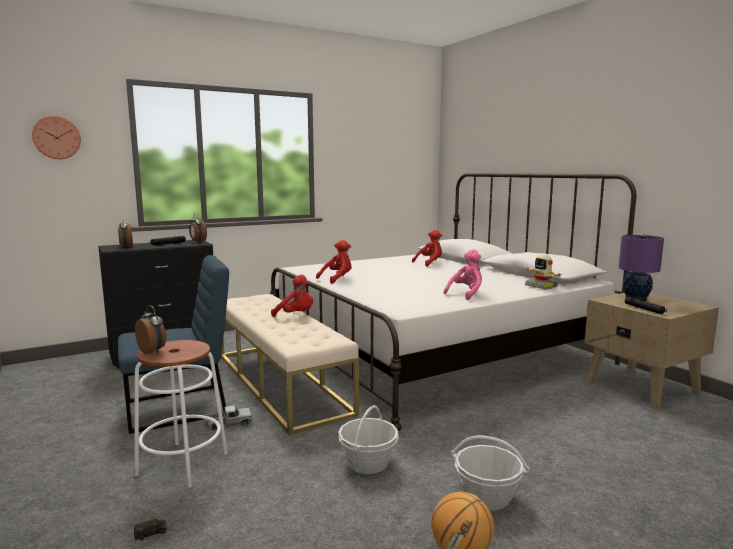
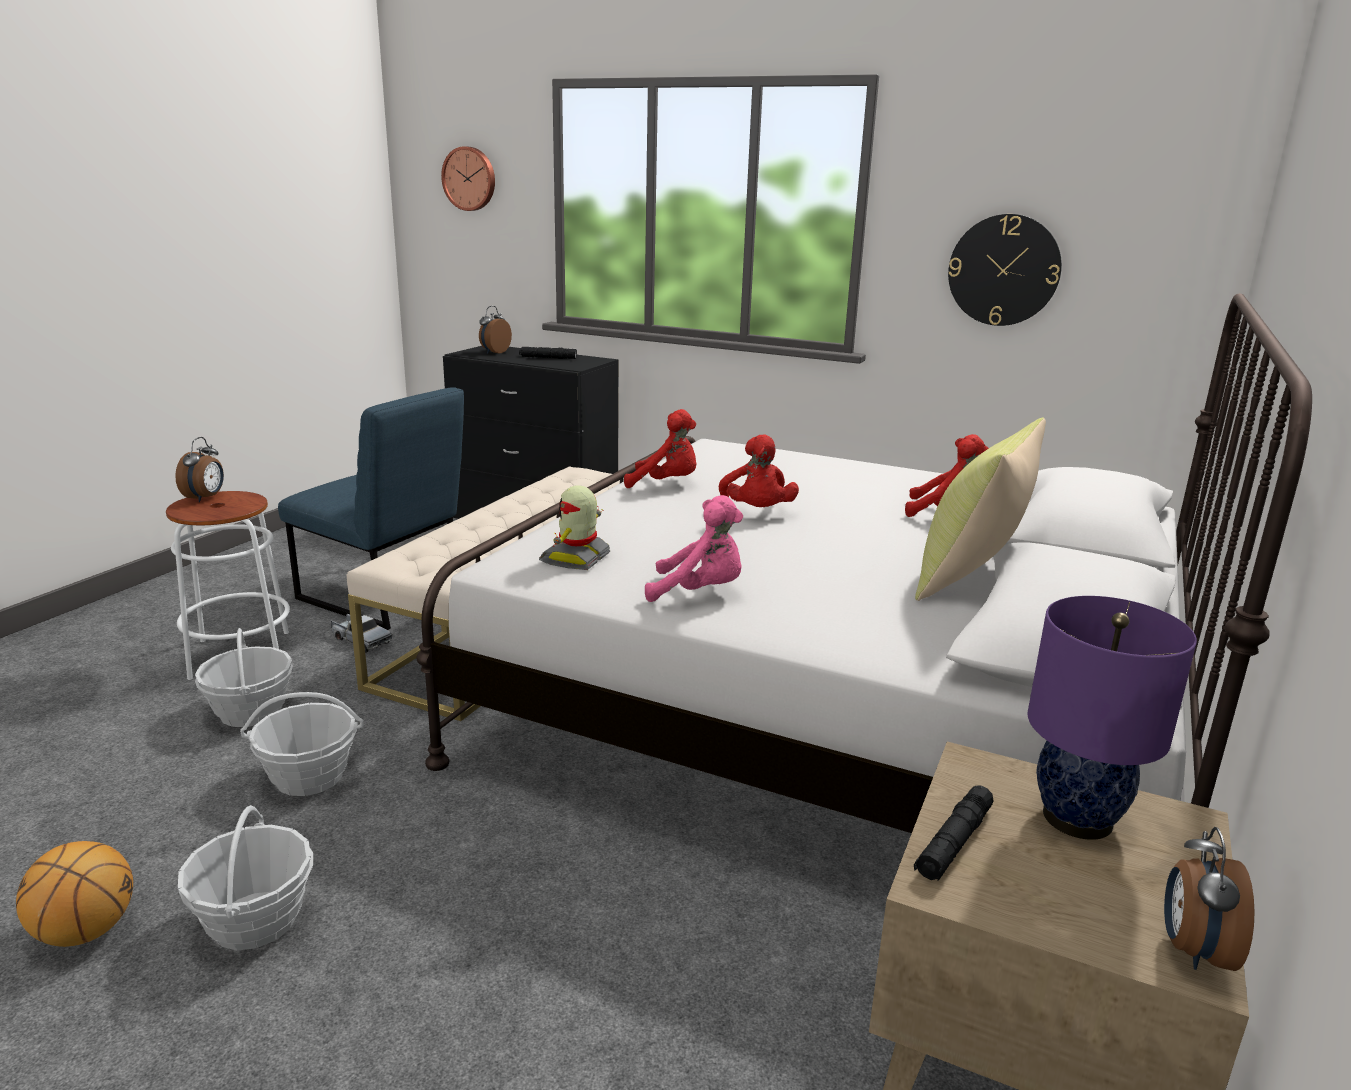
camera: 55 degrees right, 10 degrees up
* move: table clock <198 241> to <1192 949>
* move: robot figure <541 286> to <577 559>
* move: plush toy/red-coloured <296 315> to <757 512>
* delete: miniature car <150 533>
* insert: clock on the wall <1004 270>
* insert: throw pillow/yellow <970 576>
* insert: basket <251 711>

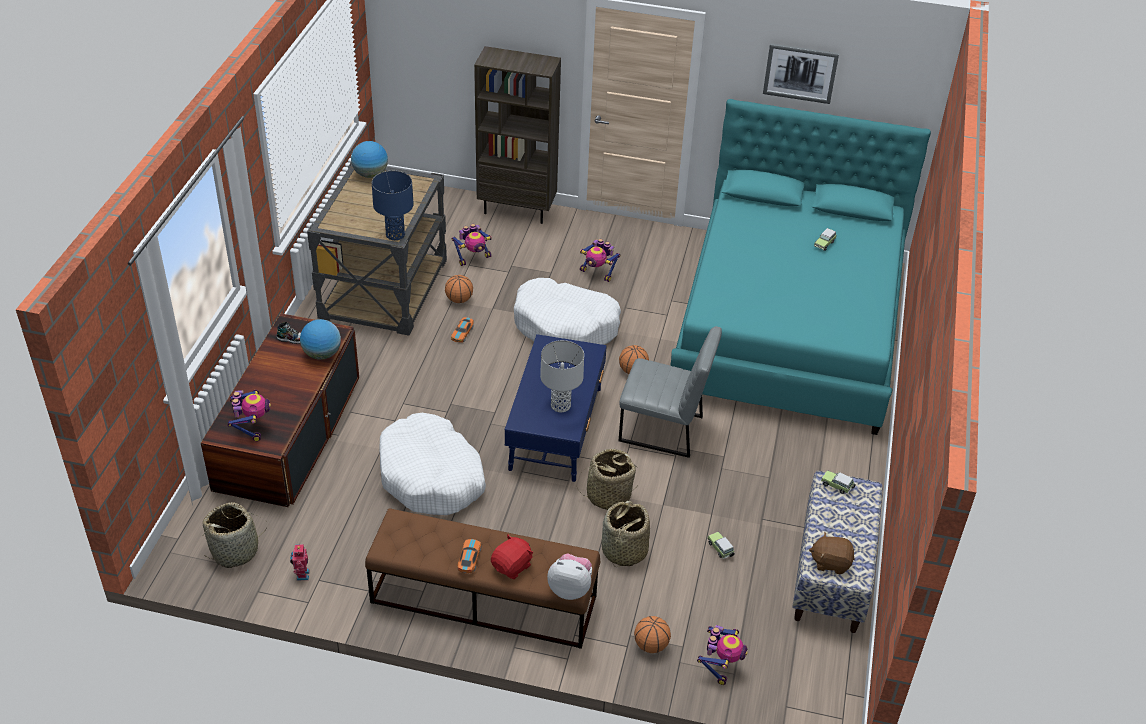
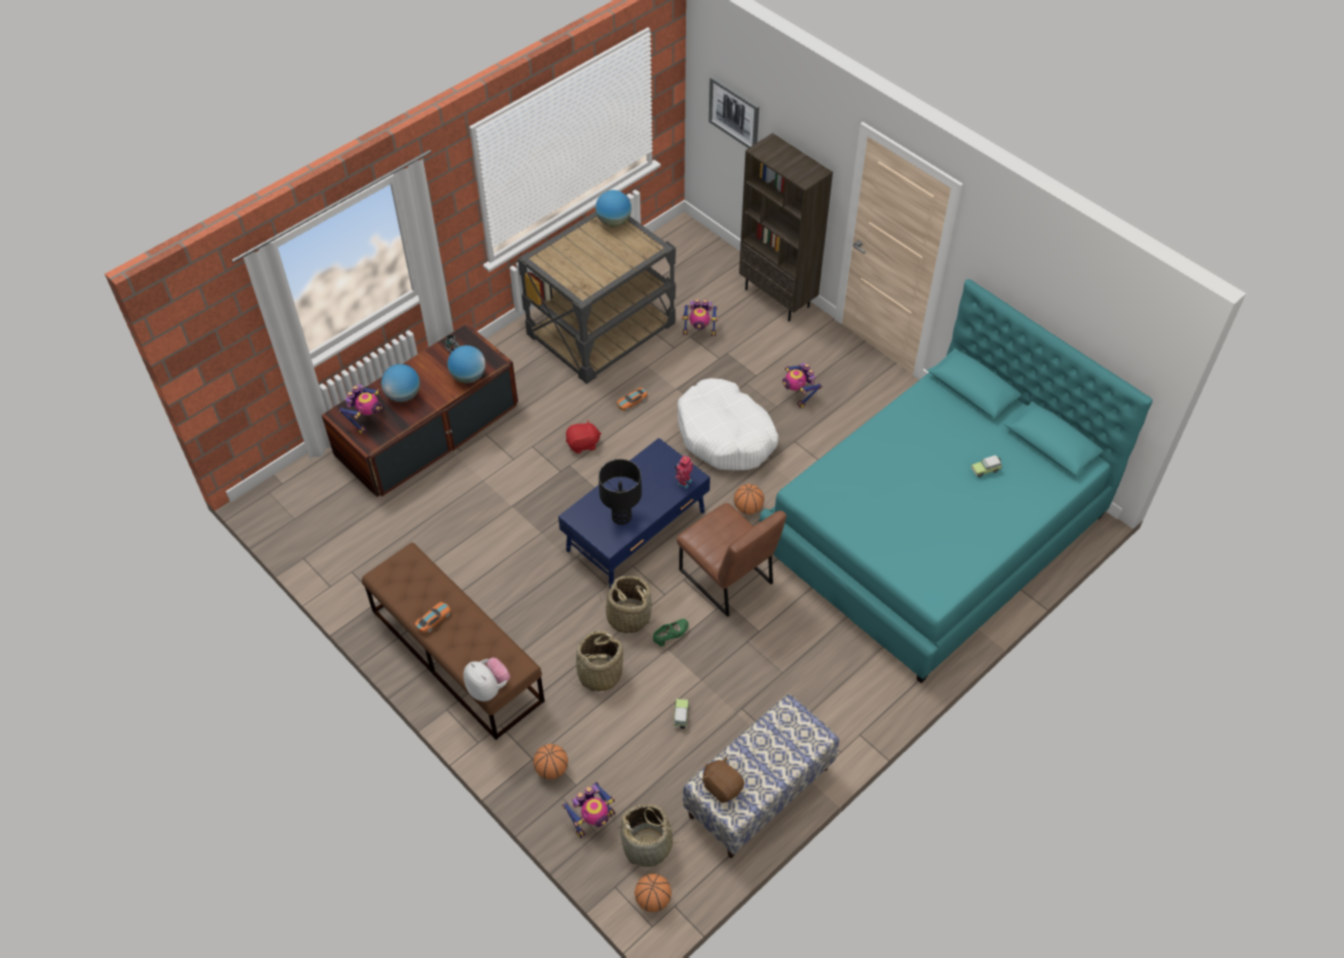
camera: 35 degrees right, 10 degrees up
* move: picture <800 73> to <734 113>
* delete: table lamp/blue <395 234>
* move: ball for basketball <459 299> to <653 899>
* recolor: plain chair/grey <663 430> to plain chair/brown-coloured <727 578>
* recolor: table lamp/white <560 405> to table lamp/black-coloured <622 516>
* delete: dog cushion/white <431 476>
* delete: miniature car <837 486>
* move: basket <235 551> to <647 846>
* move: plush toy/red-coloured <512 566> to <583 444>
* move: robot figure <301 575> to <683 482>
* insert: world globe <403 395>
* insert: low shoe/green <671 636>

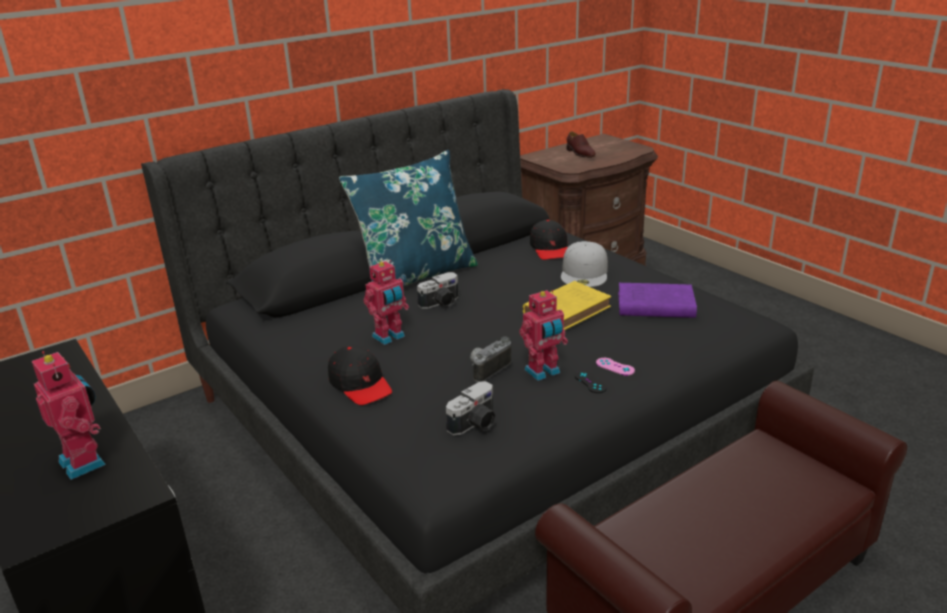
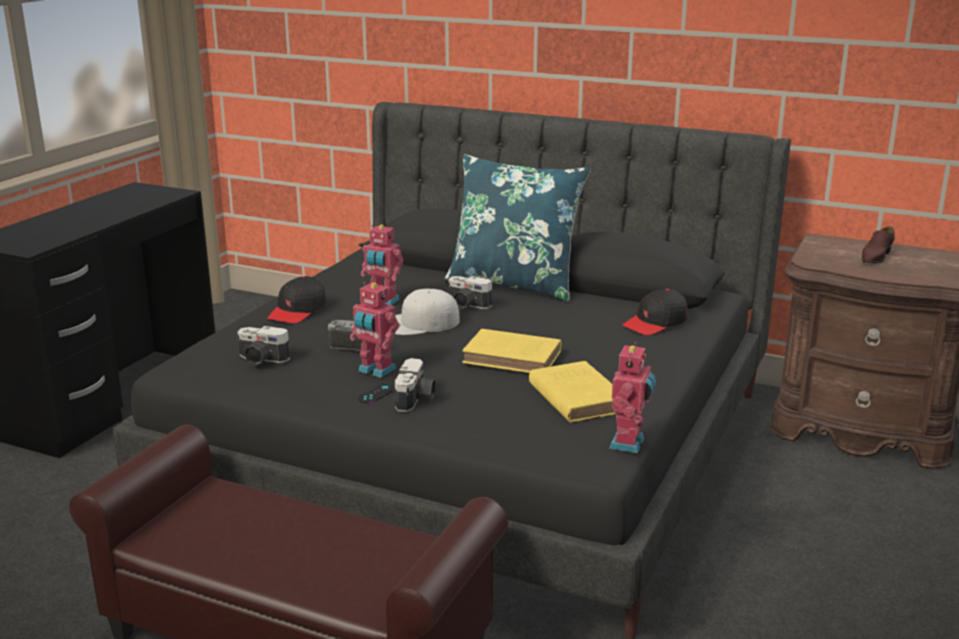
camera: 60 degrees right, 5 degrees down
* move: cap/white <585 273> to <420 323>
* recolor: bound book/purple-coloured <653 305> to bound book/yellow <575 396>
* move: robot figure <85 461> to <629 443>
* replace: gamepad/pinkish <615 367> to photo camera <416 400>

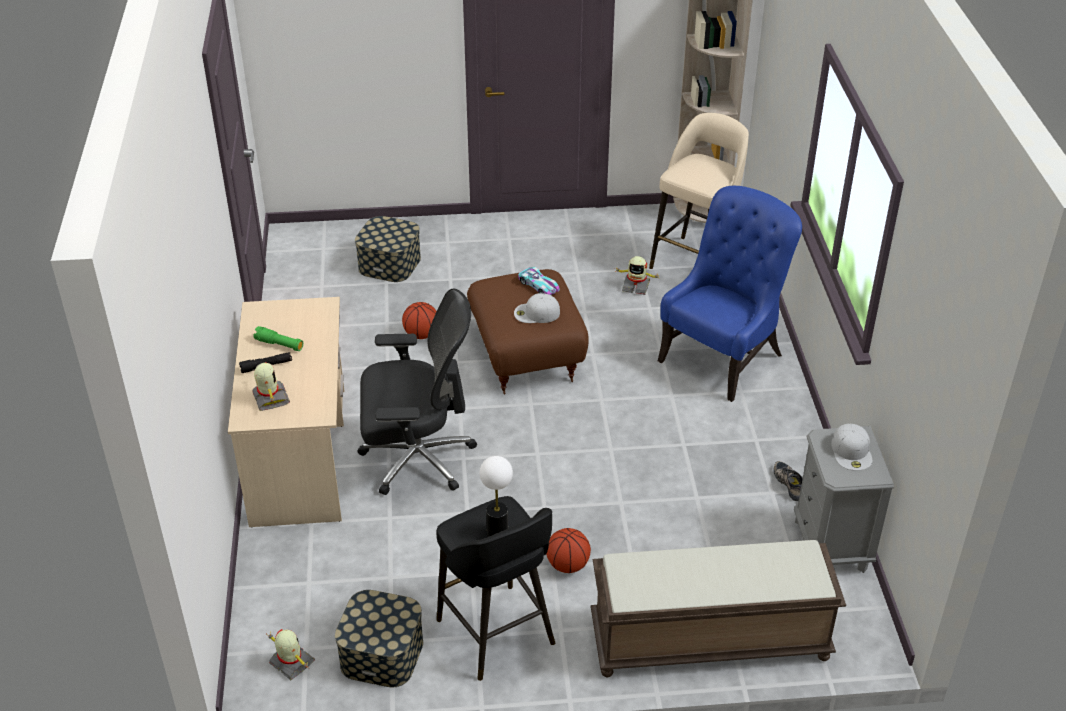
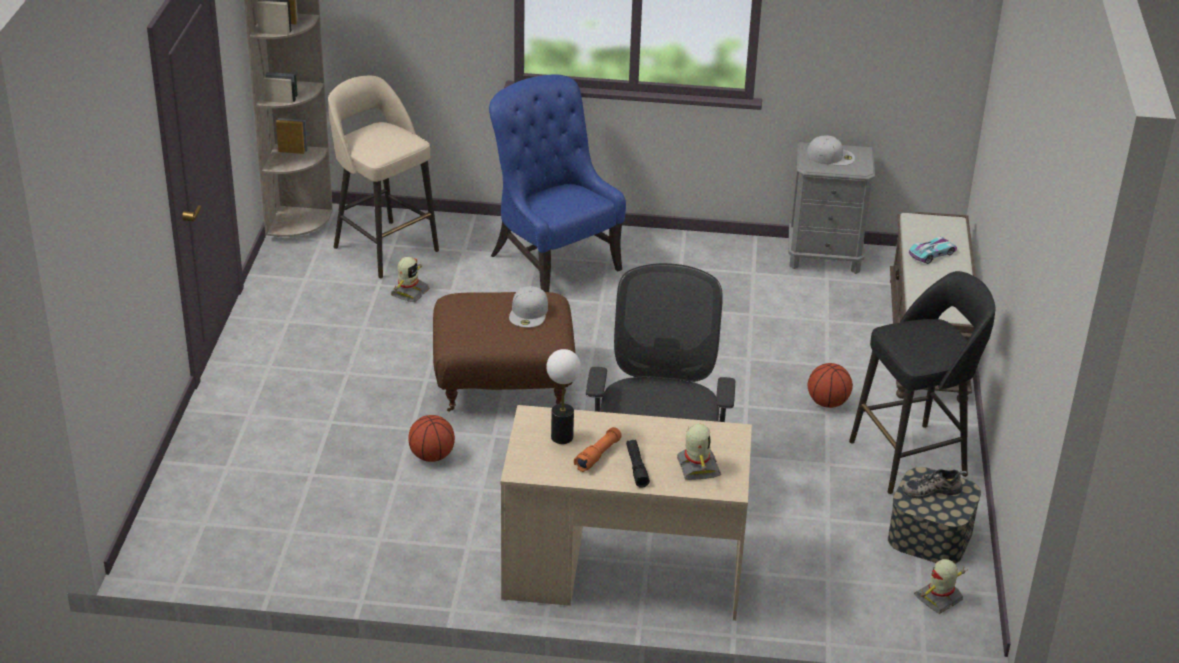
camera: 80 degrees left, 5 degrees down
* delete: storage box <389 263>
* move: miniature car <538 285> to <932 254>
* recolor: hand torch/green <279 344> to hand torch/orangey <598 455>
* rotate: robot figure <270 399> = <697 468> 90 degrees clockwise
* move: table lamp <497 532> to <562 437>
* move: low shoe <790 484> to <932 489>

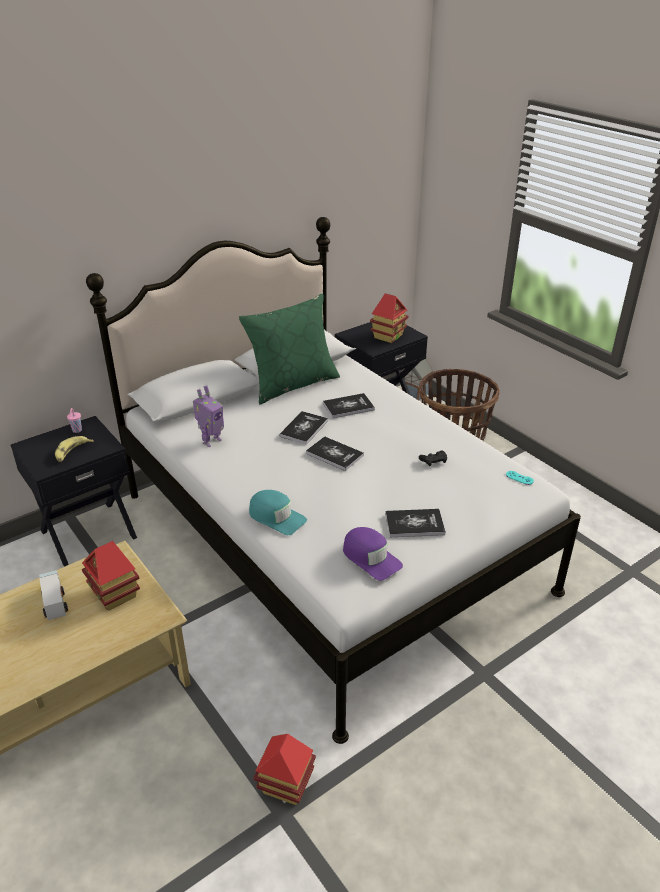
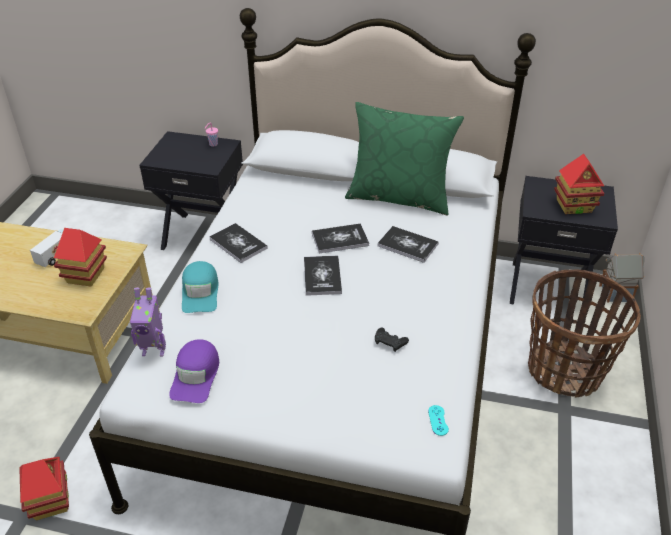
camera: 50 degrees right, 5 degrees up
* move: robot figure <211 441> to <154 350>
* delete: whole banana <72 452>
* move: bound book <414 524> to <238 244>

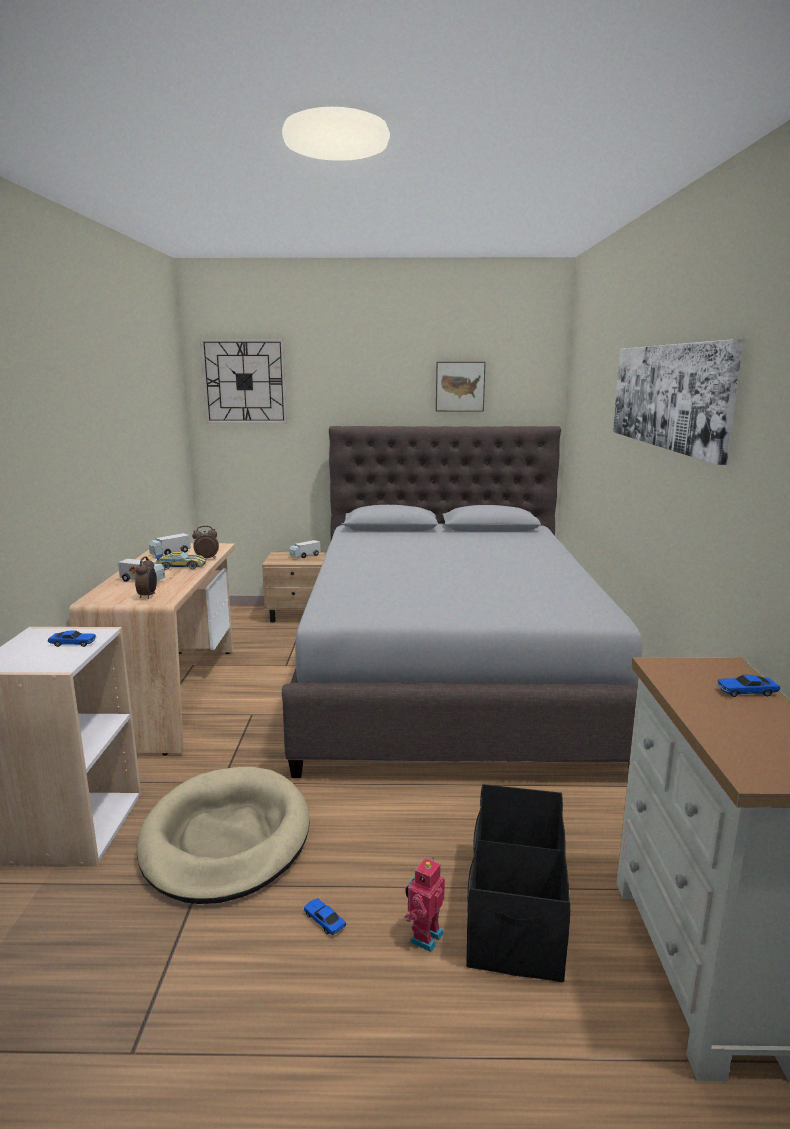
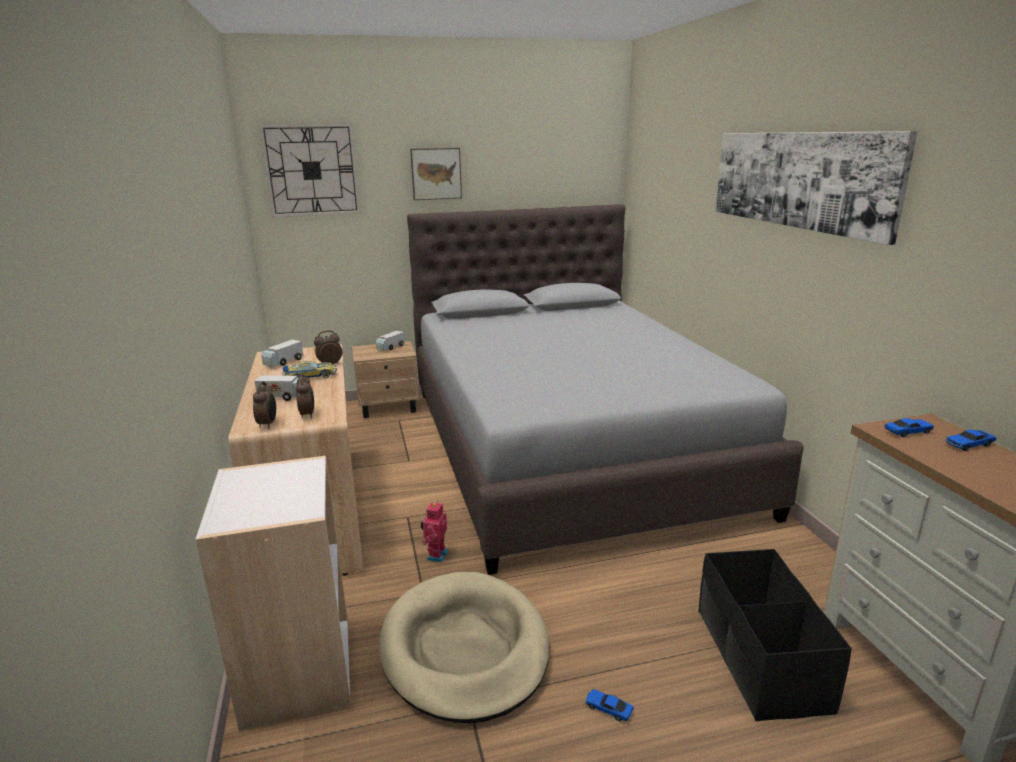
camera: 15 degrees left, 5 degrees up
* move: picture <460 386> to <436 173>
* move: miniature car <73 643> to <908 432>
* move: robot figure <424 936> to <436 555>
* insert: table clock <268 424>

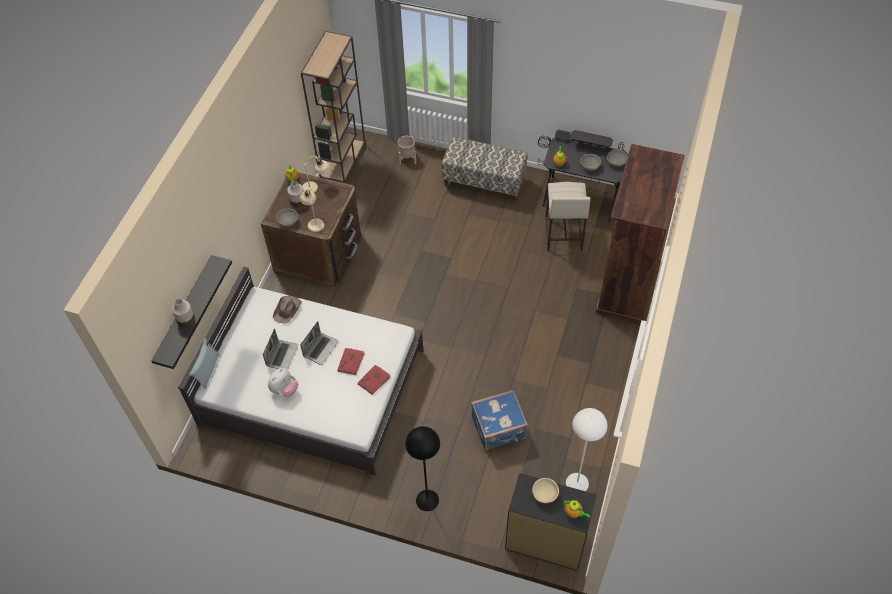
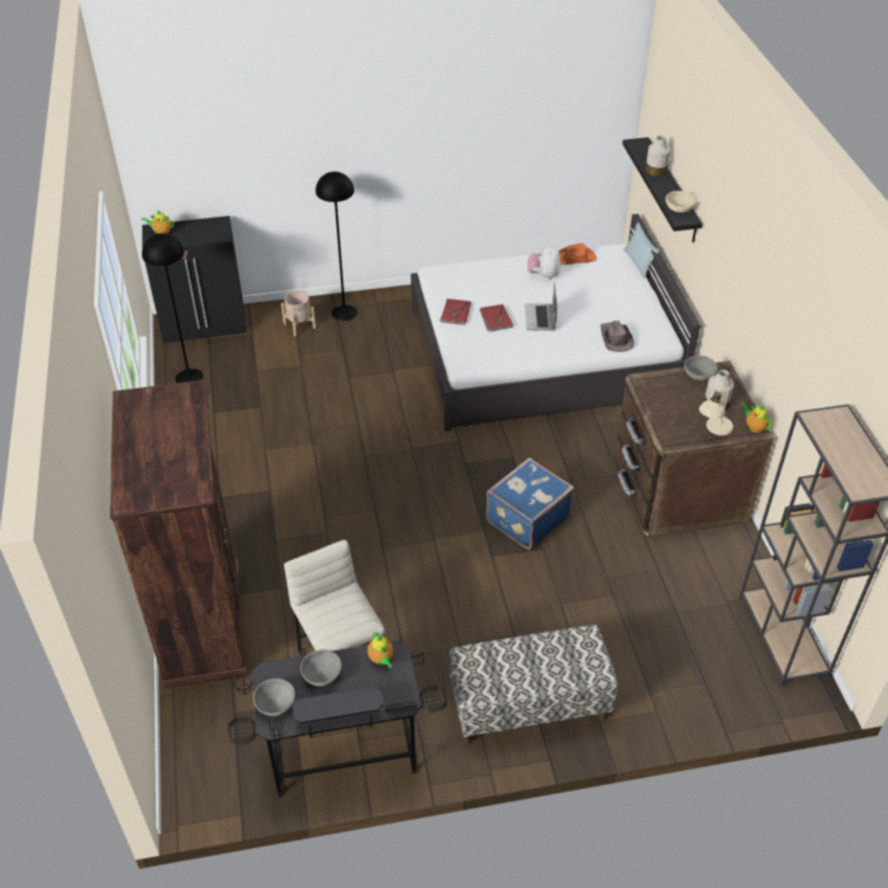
camera: 150 degrees right, 10 degrees down
* move: planter/sand-coloured <407 158> to <300 325>
* delete: table lamp/sand-coloured <313 220>
* delete: notebook computer <282 355>
* move: travel case/blue <499 429> to <526 518>
* recolor: standard lamp/white <577 483> to standard lamp/black-coloured <189 377>
* move: bowl/sand-coloured <544 494> to <679 209>
* insert: clothing hat/orangey <575 258>

